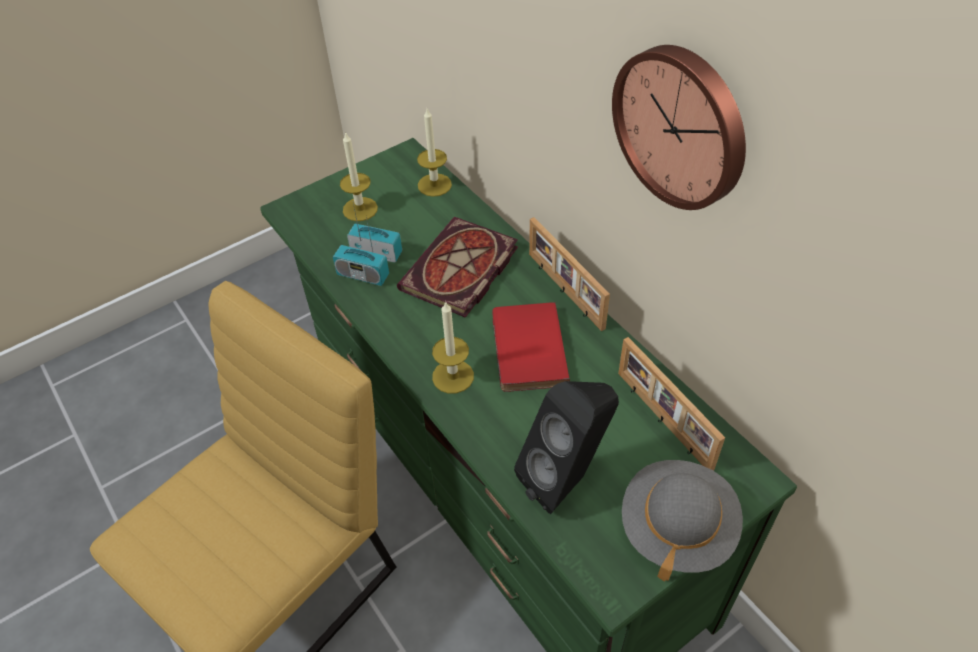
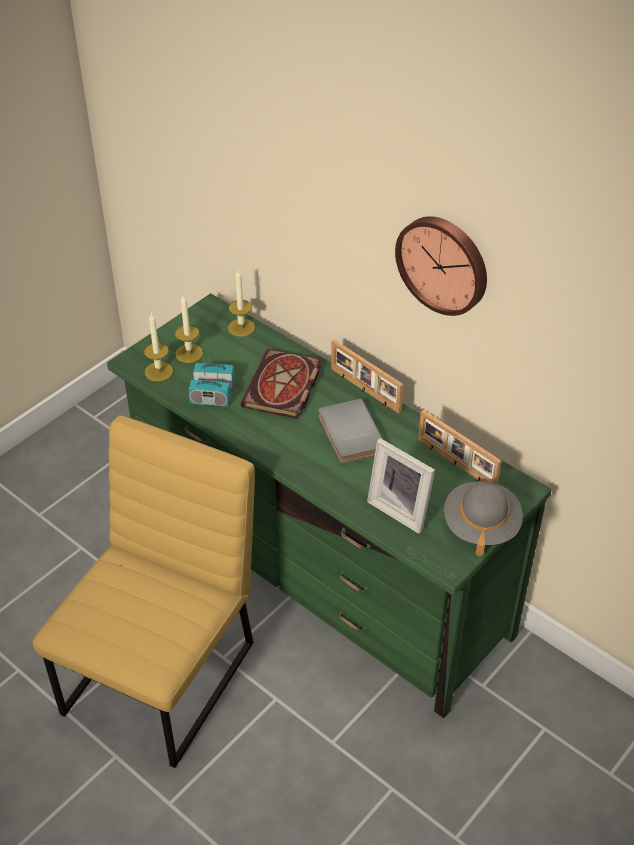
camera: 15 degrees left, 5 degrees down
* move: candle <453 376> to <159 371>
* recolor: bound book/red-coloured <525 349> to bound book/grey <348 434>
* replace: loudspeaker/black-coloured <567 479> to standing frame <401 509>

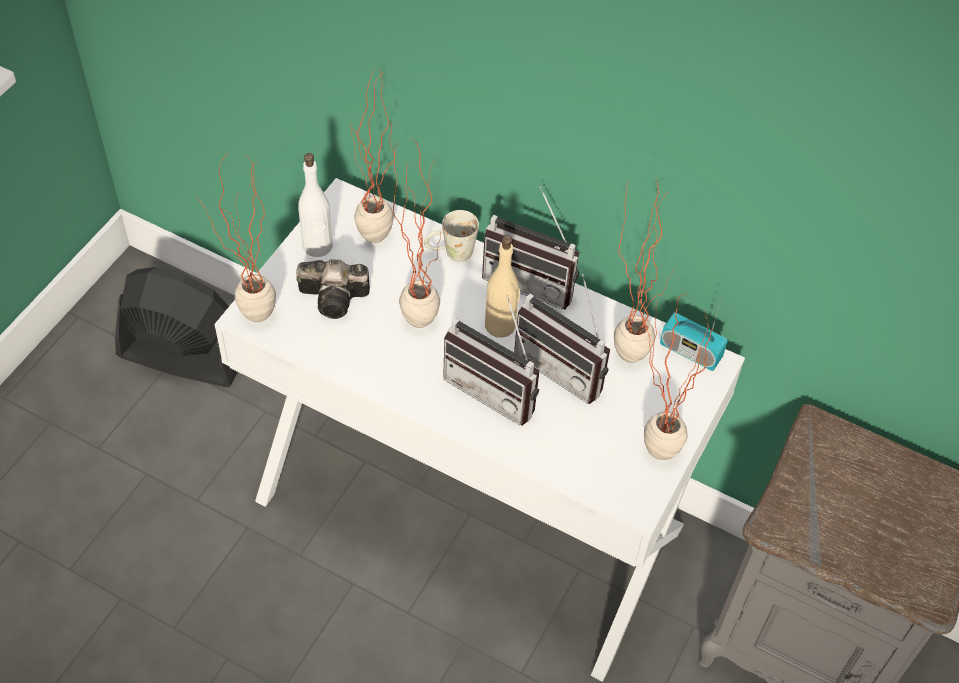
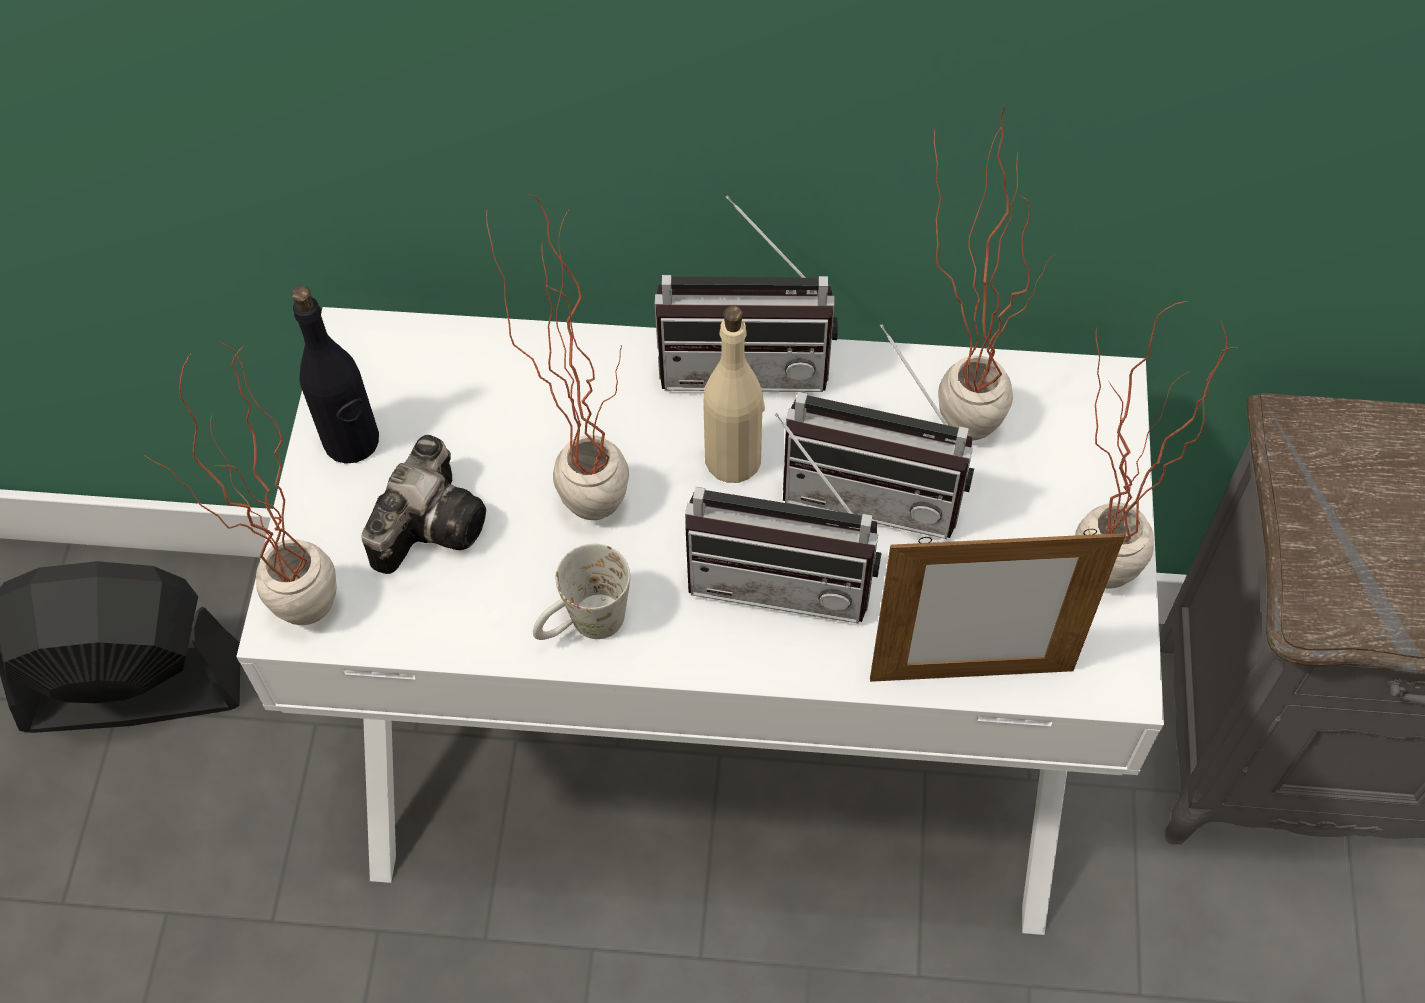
camera: 20 degrees left, 5 degrees up
* delete: houseplant <374 246>
* recolor: beverage bottle/white <317 246> to beverage bottle/black-coloured <352 441>
* move: mug/white <450 253> to <583 626>
* rotate: photo camera <337 298> = <432 521> 45 degrees counterclockwise
* delete: radio set <690 351>
* insert: standing frame <971 674>

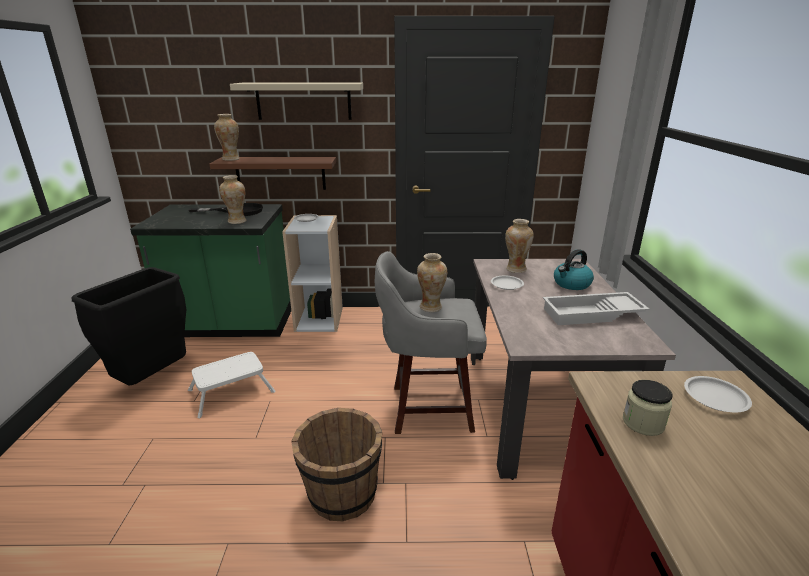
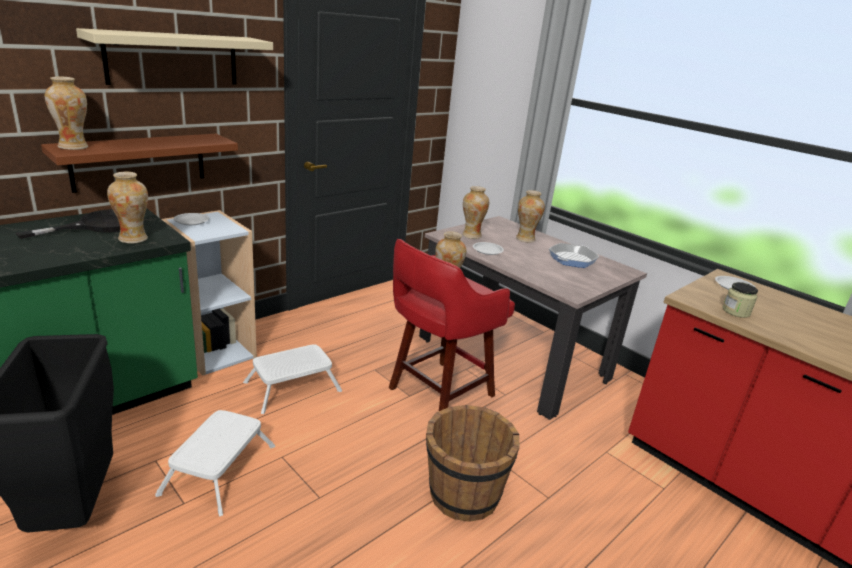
camera: 45 degrees left, 0 degrees up
* replace: kettle <571 284> to vase <525 239>
* recolor: stool seat/grey <427 408> to stool seat/red-coloured <437 393>
* replace: serving tray/white <592 314> to frying pan <572 259>
* insert: stepladder/white <293 387>

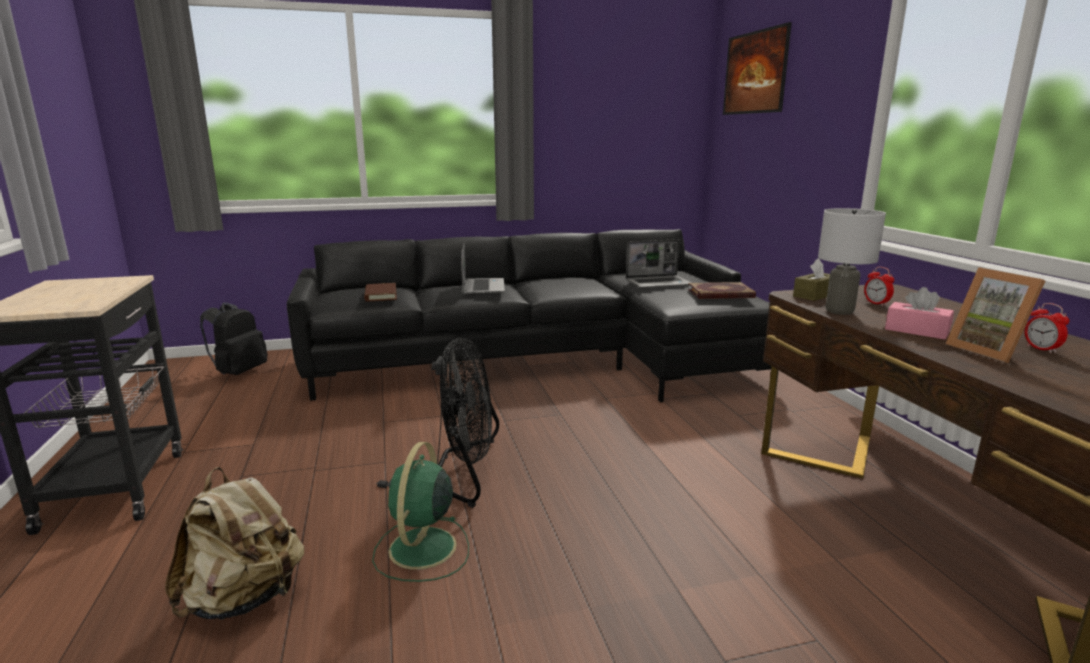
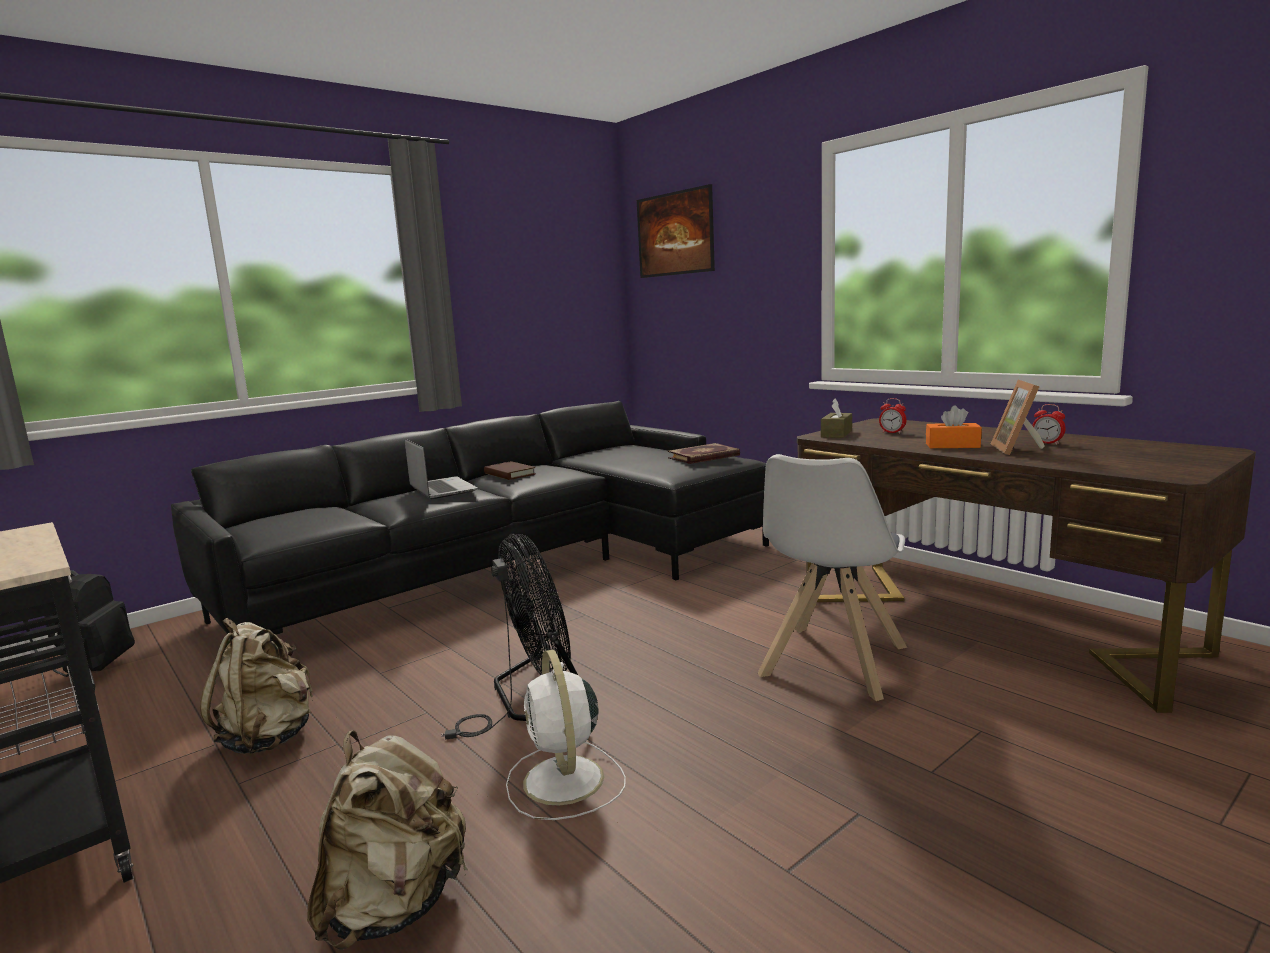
camera: 25 degrees left, 5 degrees down
* delete: table lamp/white <838 312>
* delete: notebook computer <659 283>
* rotate: standing frame <989 351> = <1019 449> 60 degrees clockwise
* move: bound book/brown-coloured <380 295> to <509 474>
* recolor: tissue holder/pinkish <916 331> to tissue holder/orangey <952 445>
* recolor: electric fan/green <421 550> to electric fan/white <564 782>
* insert: plain chair <832 663>
* insert: rucksack/sand-coloured <269 737>

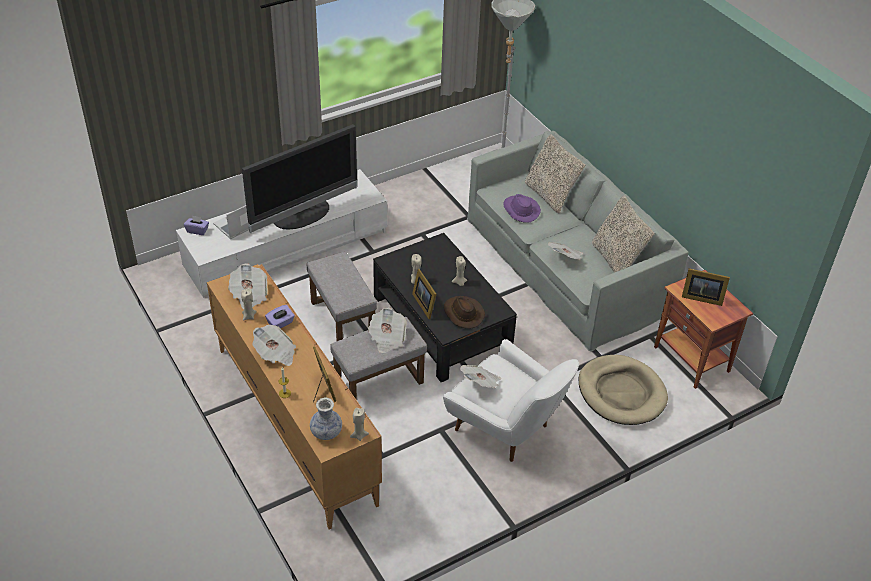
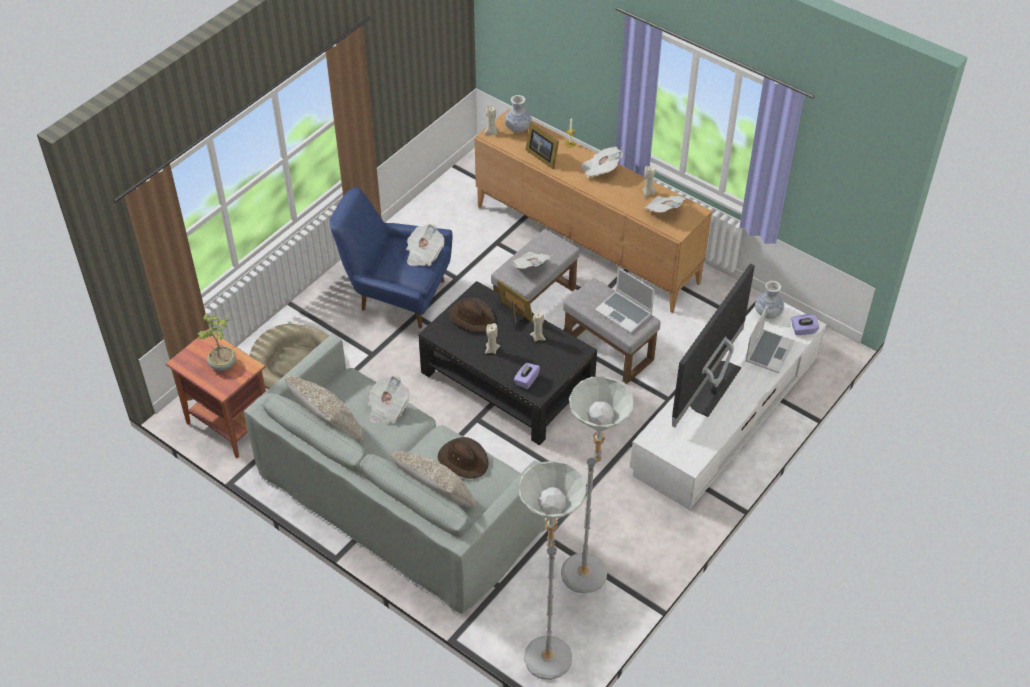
camera: 160 degrees right, 5 degrees up
* recolor: clothing hat/purple-coloured <520 210> to clothing hat/brown-coloured <463 460>
* replace: standing frame <701 297> to houseplant <223 364>
* move: tissue holder/purple-coloured <280 323> to <526 380>
* recolor: armchair/white <507 430> to armchair/blue <397 296>
* insert: notebook computer <624 313>
* insert: vase <768 312>
* insert: standard lamp/grey <588 566>

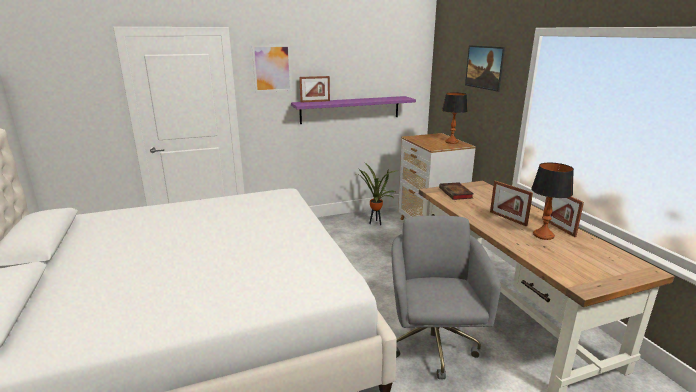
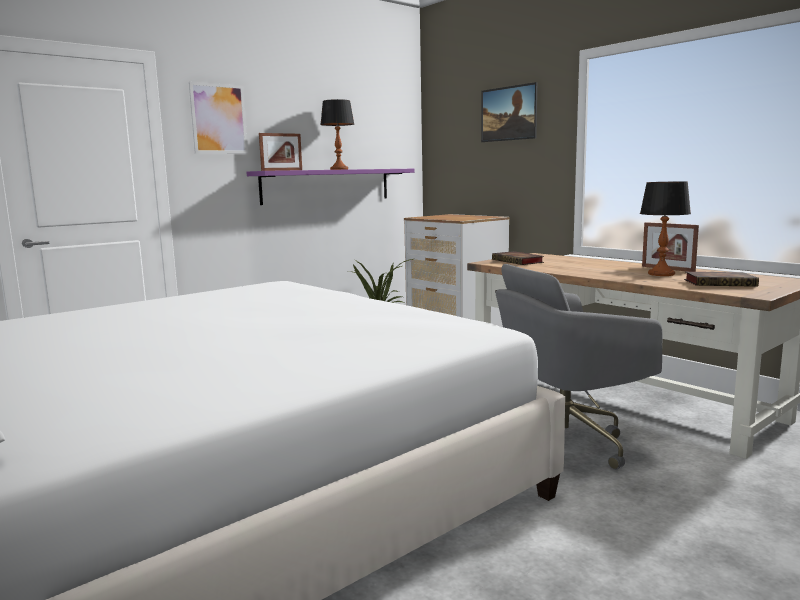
camera: 20 degrees left, 10 degrees down
* move: table lamp <451 142> to <339 169>
* delete: standing frame <508 218>
* rotate: desk chair/grey <433 349> = <569 446> 90 degrees counterclockwise
* insert: bound book <721 283>

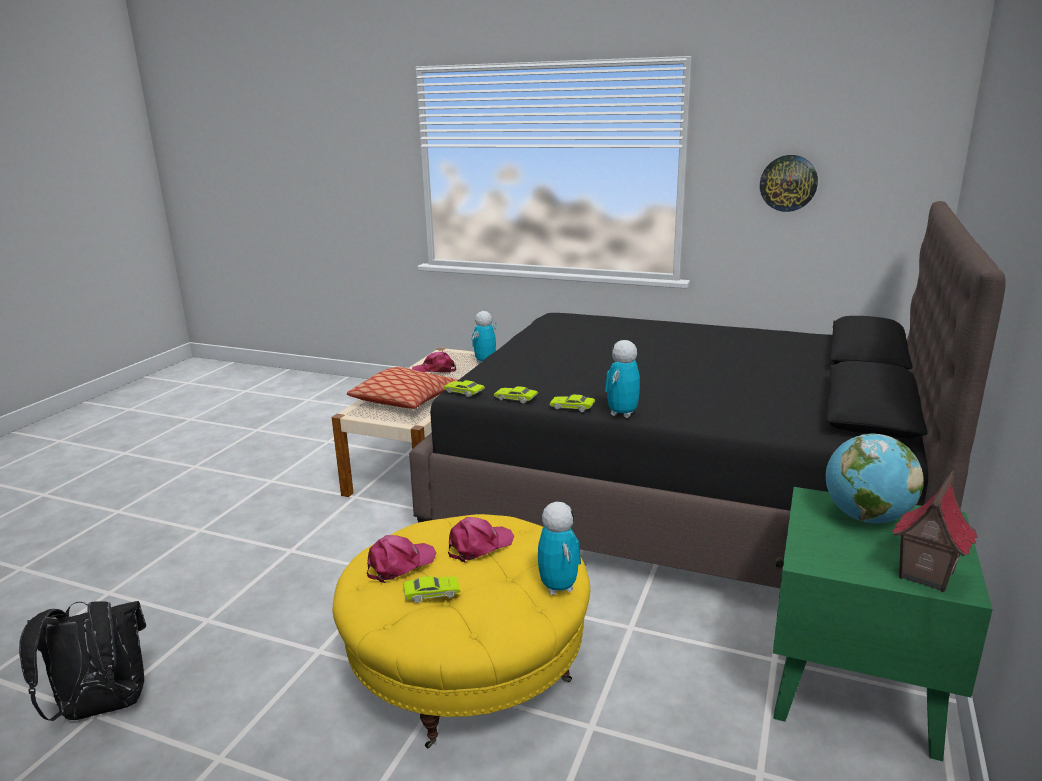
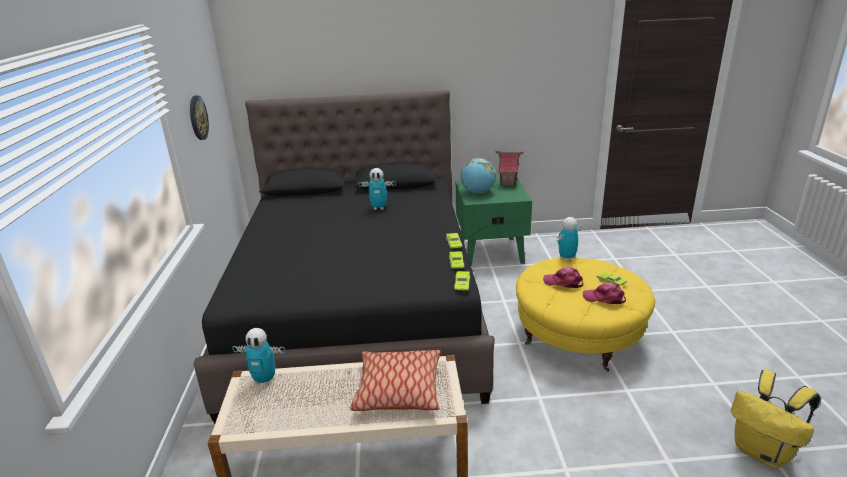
camera: 115 degrees left, 5 degrees up
* move: robot figure <622 414> to <379 208>
* delete: cap/pinkish <435 370>
* recolor: rucksack/black-coloured <102 709> to rucksack/yellow <763 452>

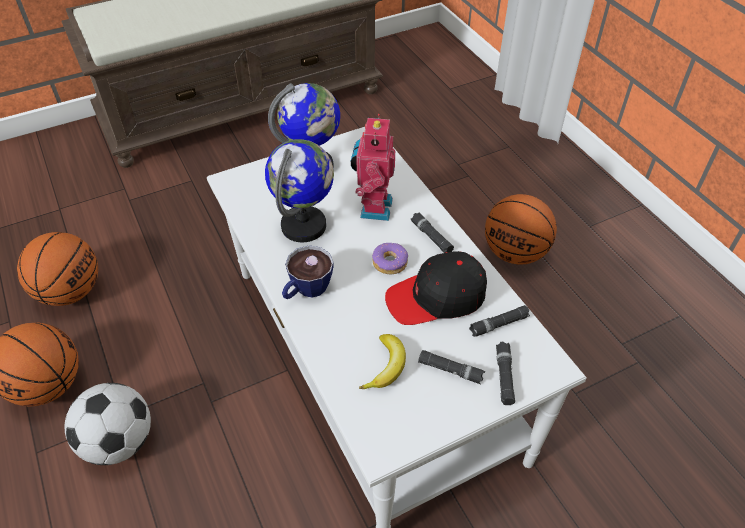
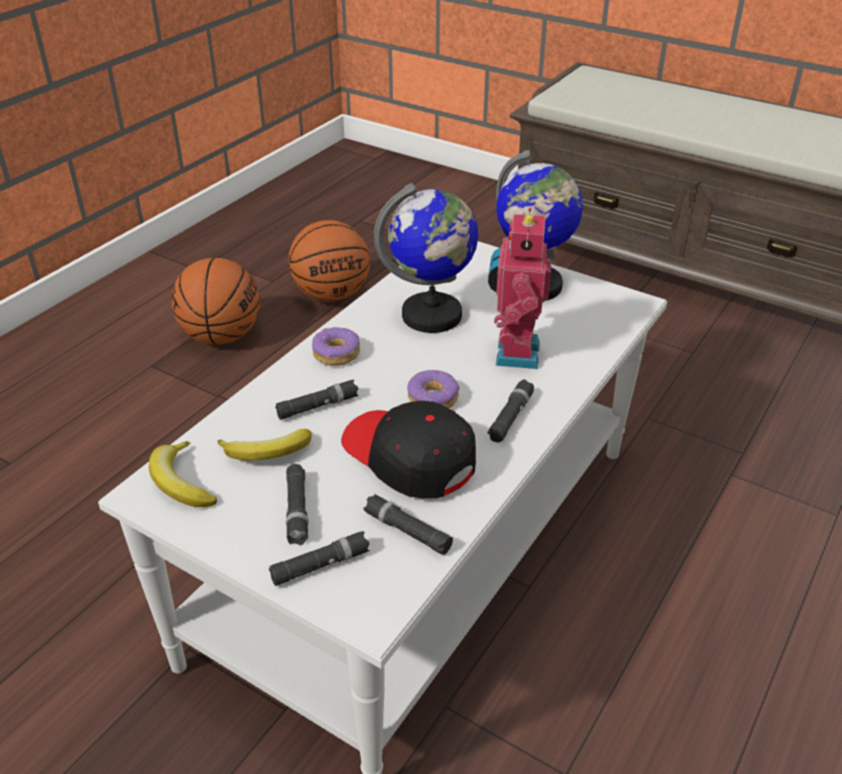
camera: 60 degrees right, 10 degrees down
* rotate: robot figure <373 208> = <513 353> 60 degrees counterclockwise
* delete: ball for basketball <515 252>
* replace: drinking cup <306 290> to donut <336 354>
* delete: football <119 442>
* insert: hand torch/black-coloured <318 406>
* insert: whole banana <181 482>

